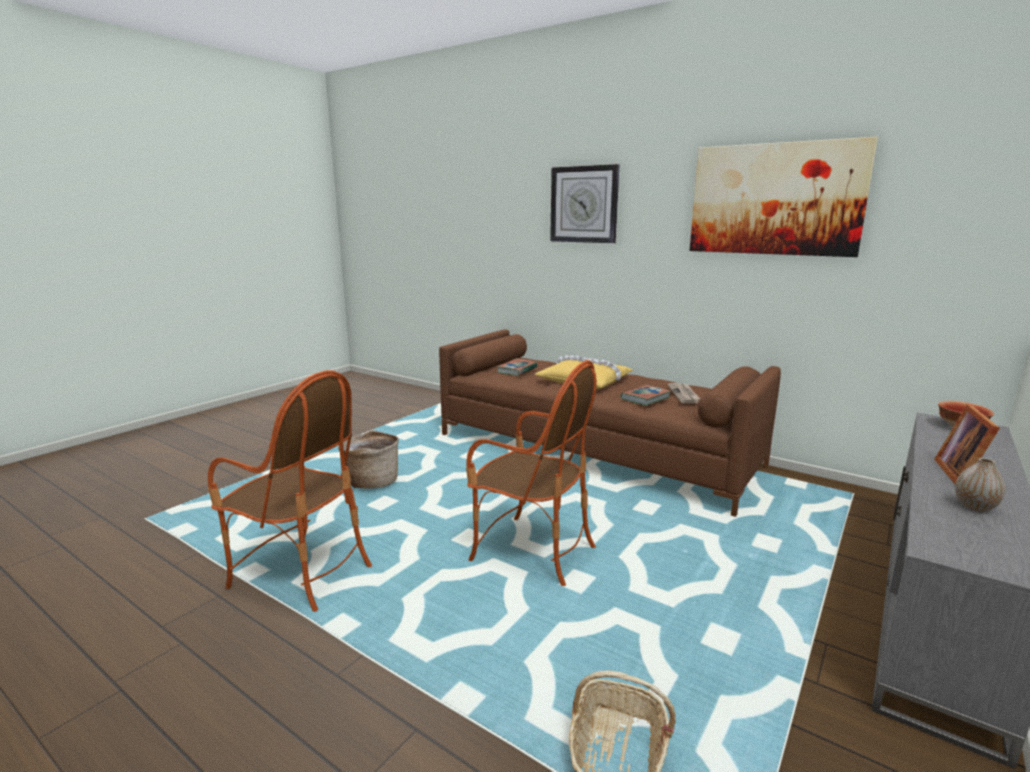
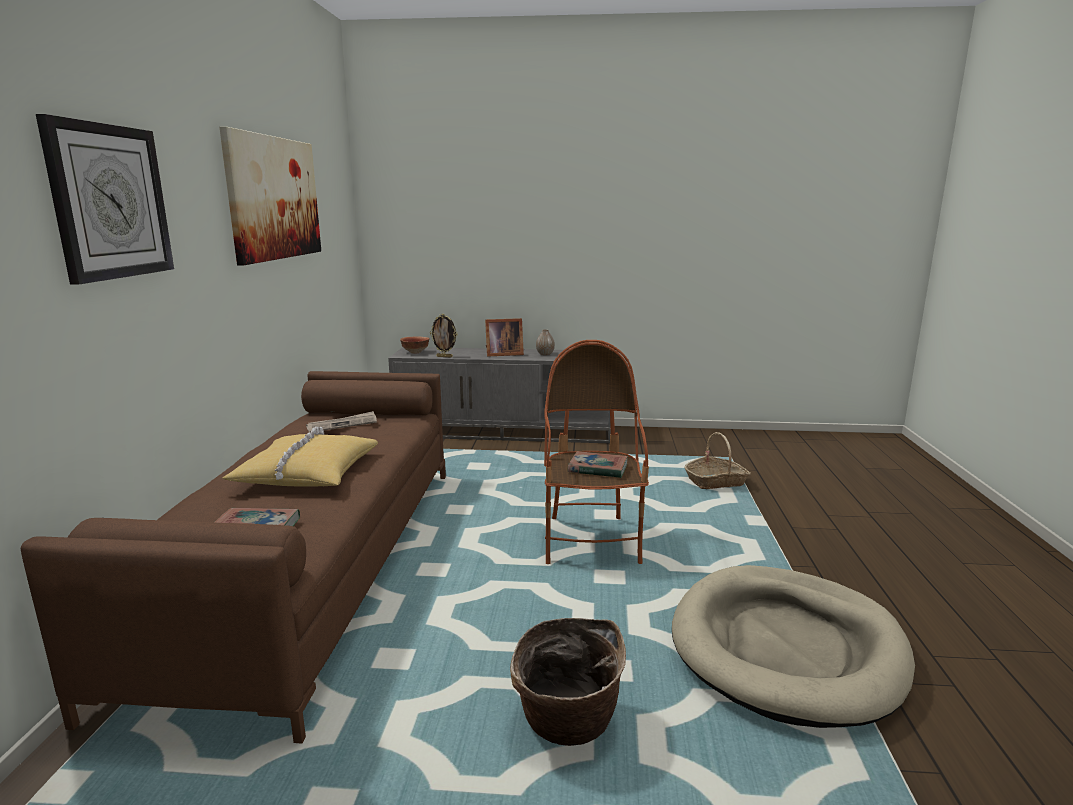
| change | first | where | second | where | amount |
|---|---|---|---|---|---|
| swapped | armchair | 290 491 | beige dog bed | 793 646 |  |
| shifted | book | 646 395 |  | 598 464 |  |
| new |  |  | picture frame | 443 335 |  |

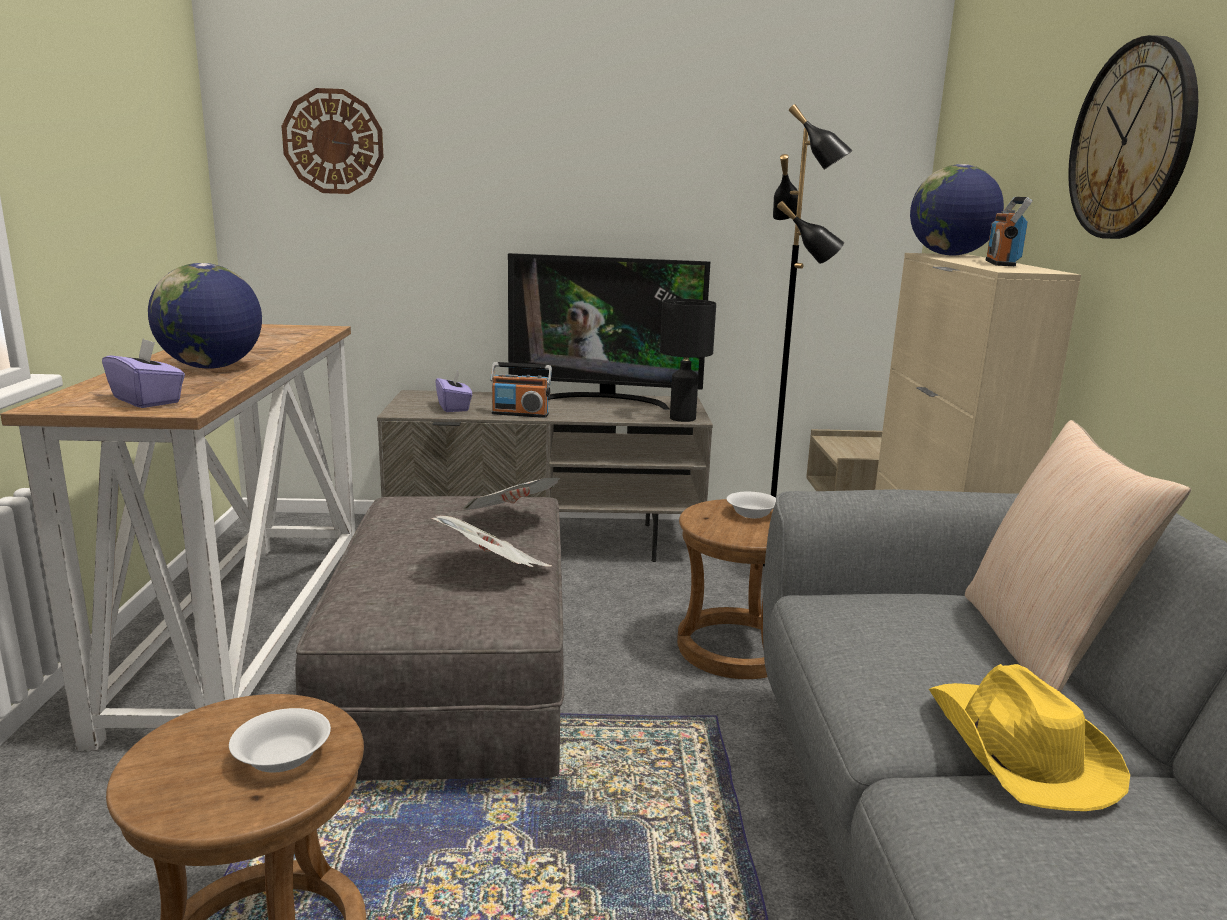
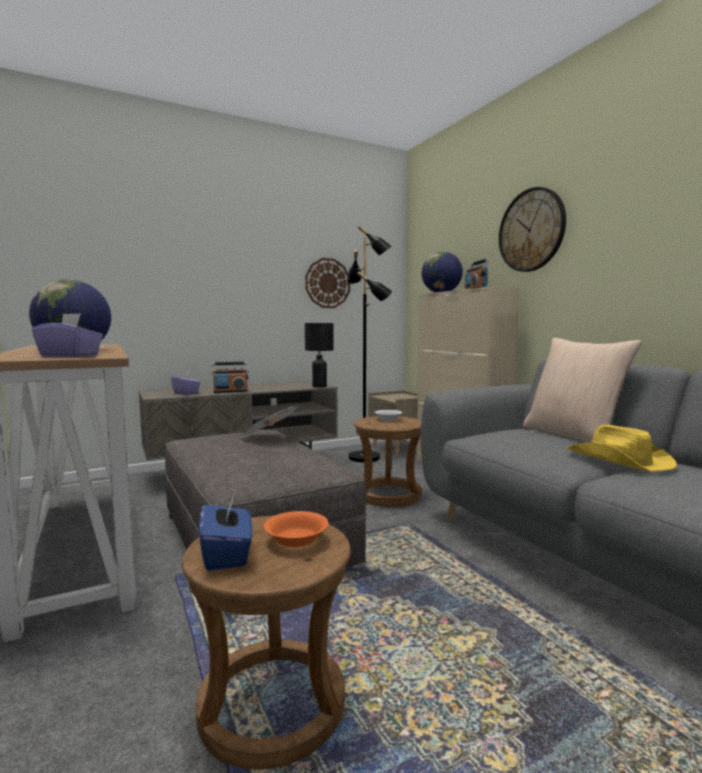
| change | first | where | second | where | amount |
|---|---|---|---|---|---|
| repainted | white bowl | 280 740 | orange bowl | 296 529 |  |
| shifted | wall clock | 333 141 |  | 327 283 |  |
| gone | newspaper | 492 541 |  |  |  |
| gone | television | 609 331 |  |  |  |
| new |  |  | blue tissue box | 226 532 |  |

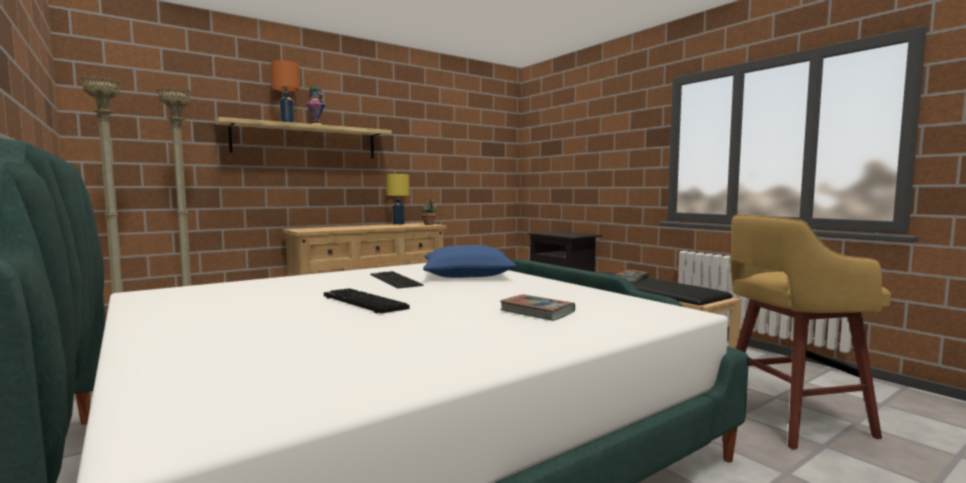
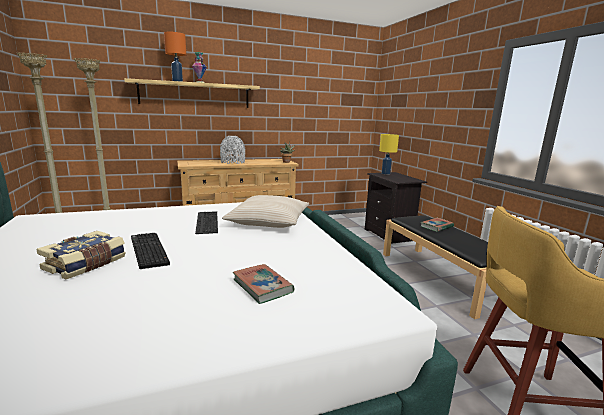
| change | first | where | second | where | amount |
|---|---|---|---|---|---|
| shifted | yellow table lamp | 397 199 |  | 389 154 |  |
| repainted | blue pillow | 469 261 | beige pillow | 265 211 |  |
| new |  |  | book | 81 255 |  |
| new |  |  | grey vase | 232 150 |  |

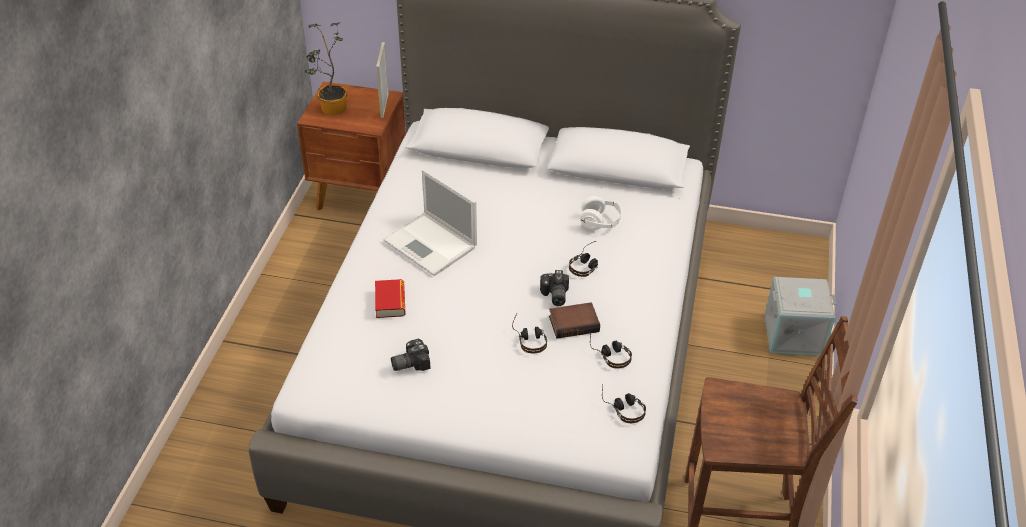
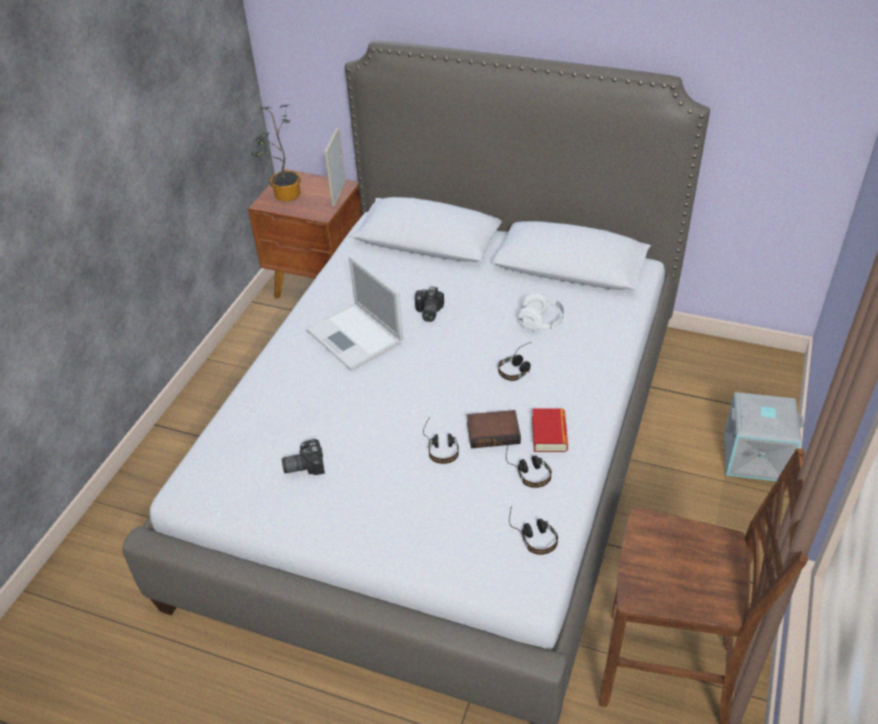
| change | first | where | second | where | amount |
|---|---|---|---|---|---|
| shifted | book | 390 298 |  | 550 430 |  |
| shifted | photo camera | 554 288 |  | 429 304 |  |

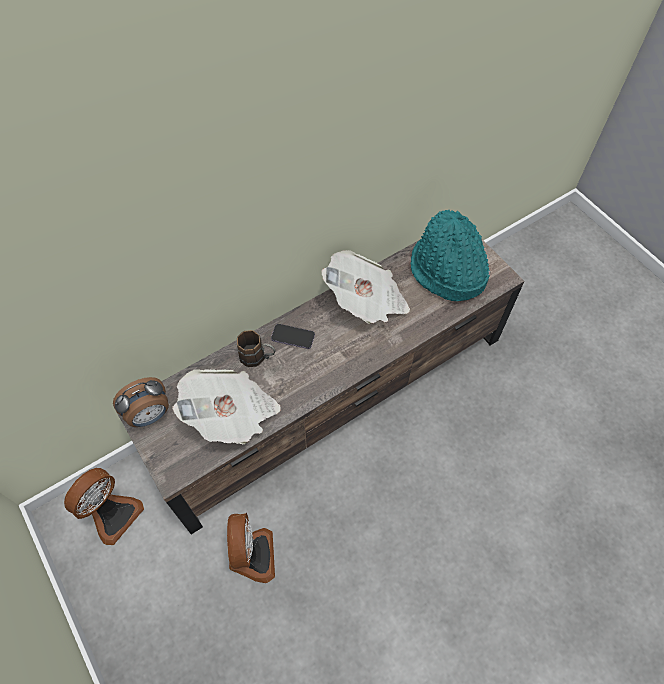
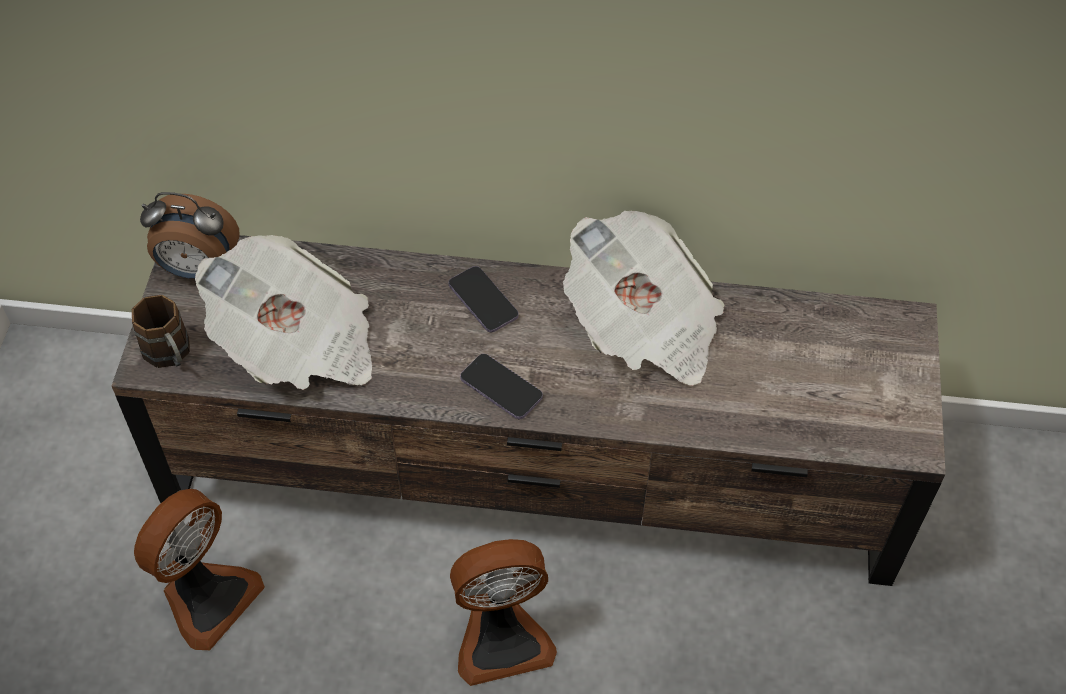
| change | first | where | second | where | amount |
|---|---|---|---|---|---|
| shifted | fan | 104 506 |  | 503 612 |  |
| shifted | brown mug | 256 348 |  | 161 331 |  |
| gone | turquoise hat | 450 255 |  |  |  |
| new |  |  | phone | 501 386 |  |

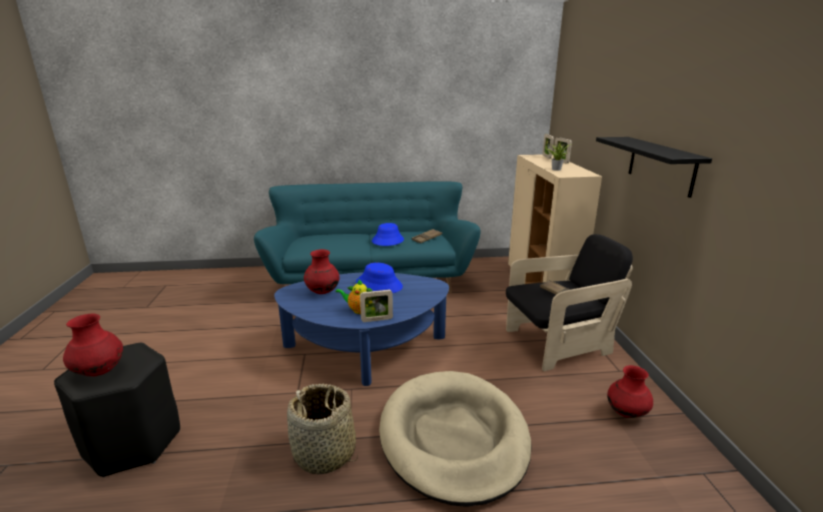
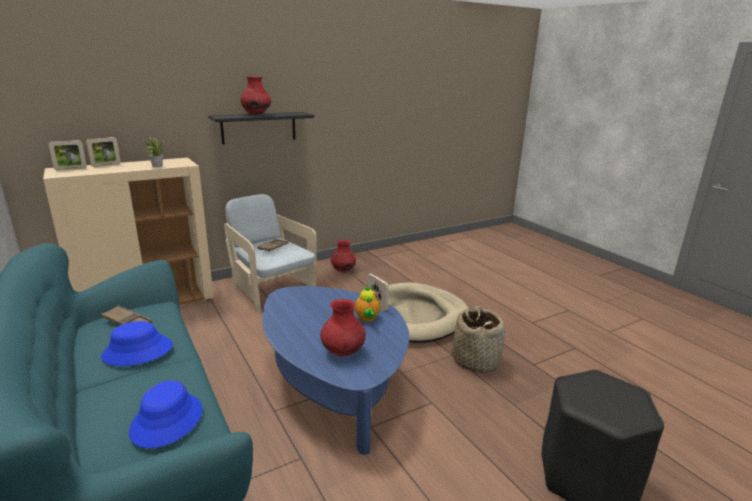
| change | first | where | second | where | amount |
|---|---|---|---|---|---|
| shifted | red vase | 93 345 |  | 255 95 |  |
| shifted | blue hat | 379 278 |  | 165 414 |  |
| repainted | black armchair | 569 302 | beige armchair | 270 254 |  |

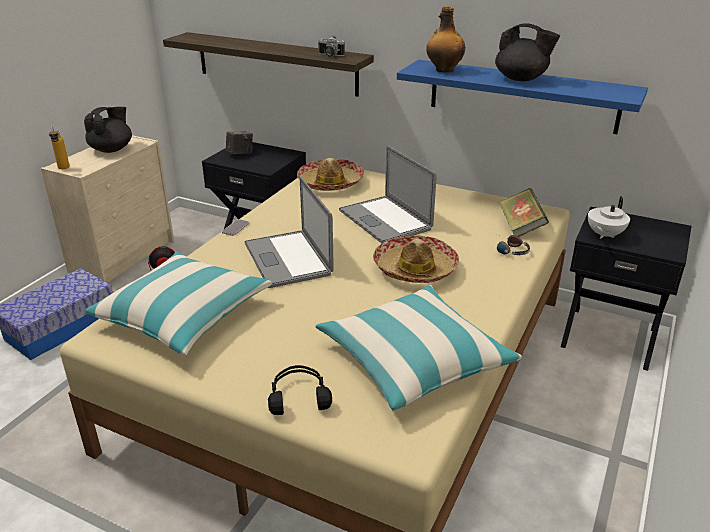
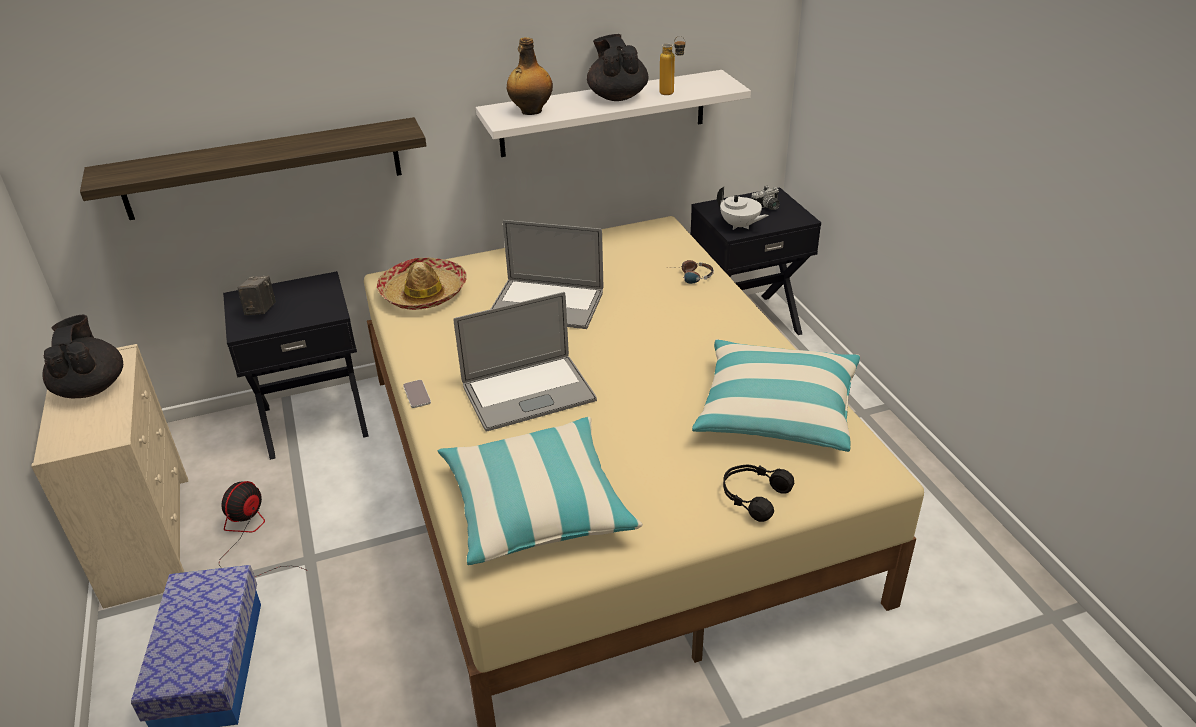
| change | first | where | second | where | amount |
|---|---|---|---|---|---|
| shifted | bottle | 59 148 |  | 672 65 |  |
| rotated | laptop | 289 232 |  | 525 362 | 45 degrees counterclockwise |
| shifted | photo camera | 331 46 |  | 765 197 |  |
| gone | hat | 416 259 |  |  |  |
| repainted | blue shelf | 522 97 | white shelf | 613 113 |  |
| rotated | black teapot | 527 52 |  | 618 67 | 90 degrees counterclockwise |
| gone | book | 524 212 |  |  |  |
| rotated | white teapot | 609 217 |  | 743 208 | 45 degrees counterclockwise |

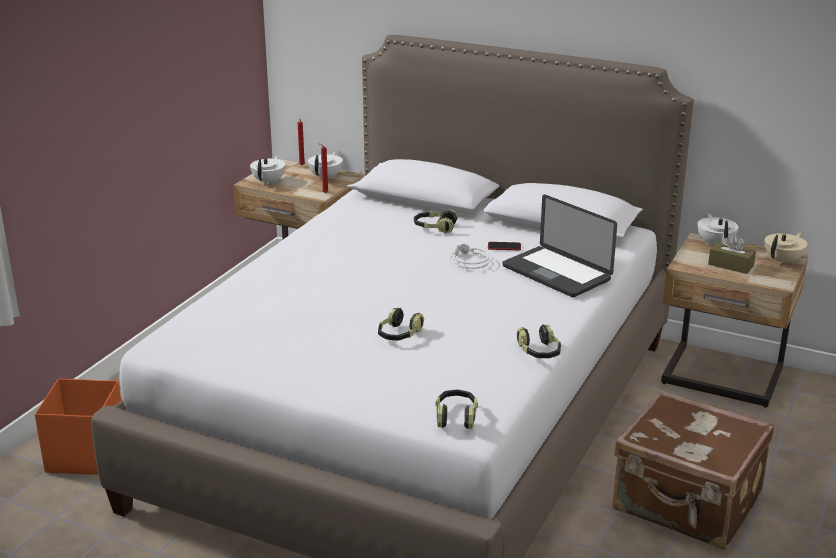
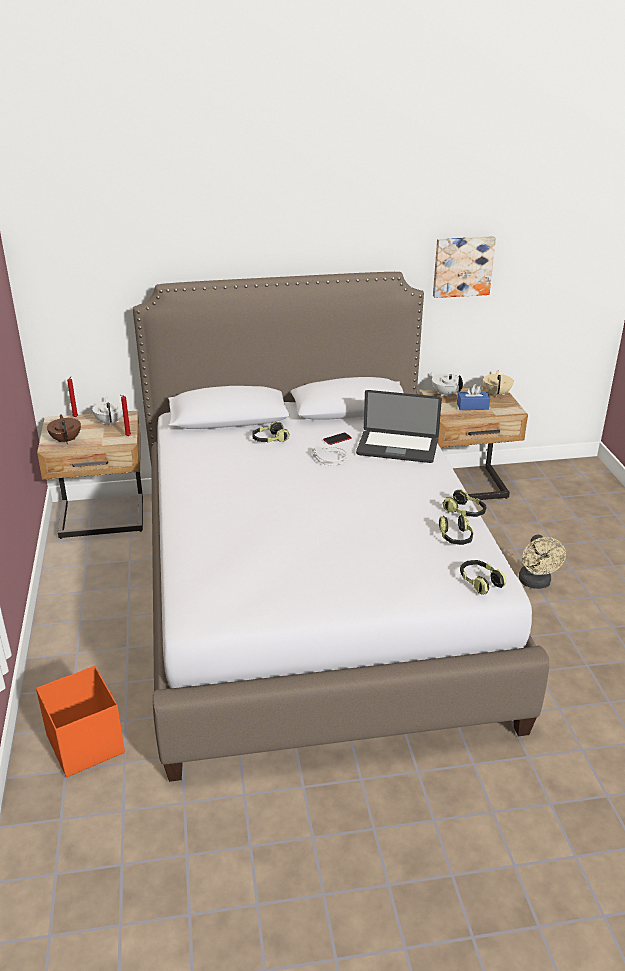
| change | first | where | second | where | amount |
|---|---|---|---|---|---|
| repainted | white teapot | 268 170 | brown teapot | 64 429 |  |
| shifted | headphones | 401 324 |  | 456 530 |  |
| swapped | brown suitcase | 693 470 | beige fan | 542 562 |  |
| repainted | brown tissue box | 732 254 | blue tissue box | 473 397 |  |
| new |  |  | picture | 464 267 |  |

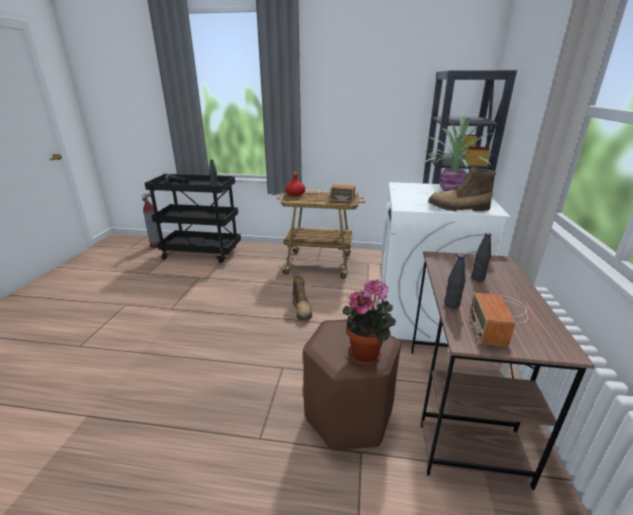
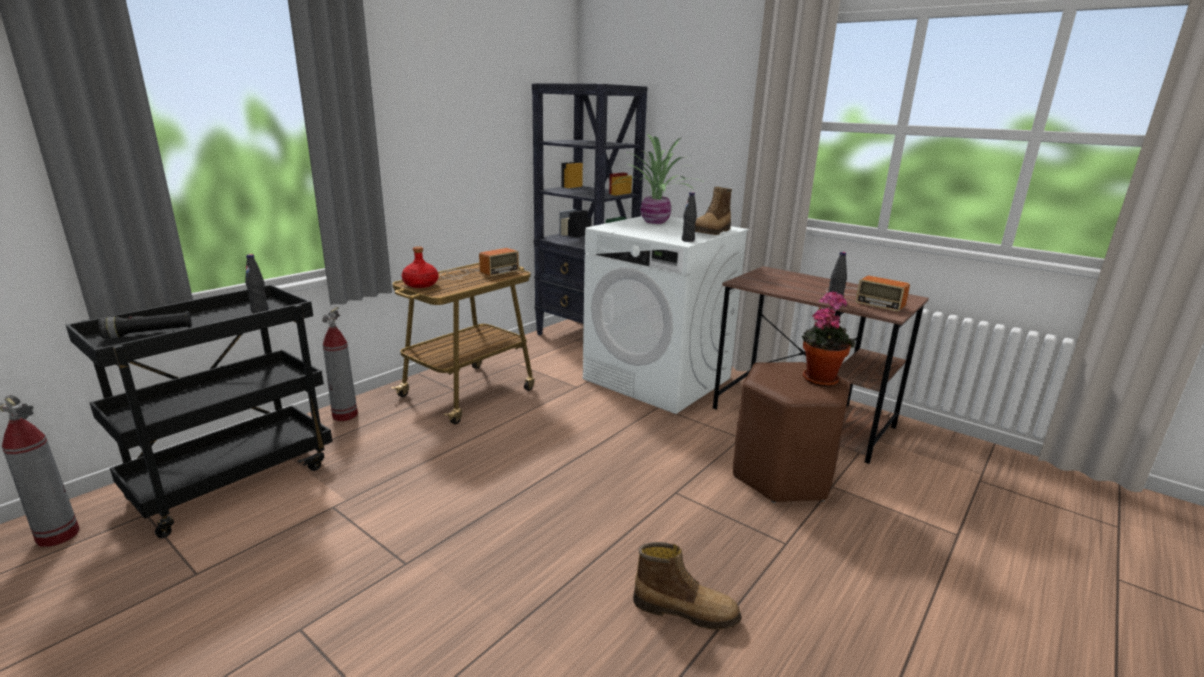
| change | first | where | second | where | amount |
|---|---|---|---|---|---|
| shifted | boot | 302 298 |  | 687 586 |  |
| shifted | black bottle | 481 257 |  | 689 217 |  |
| new |  |  | fire extinguisher | 340 364 |  |

